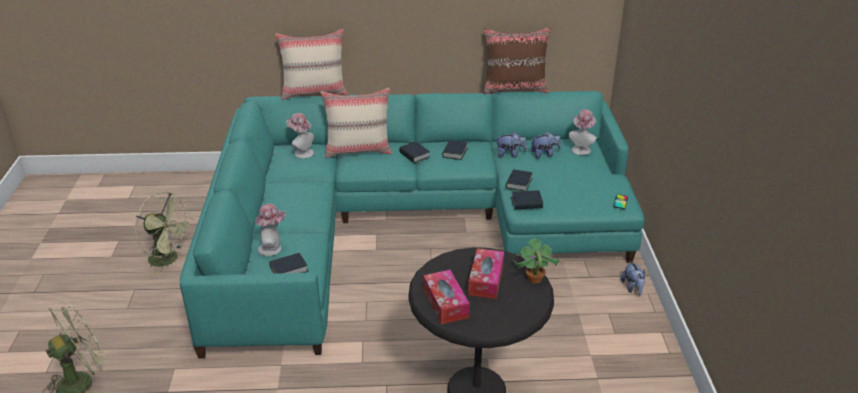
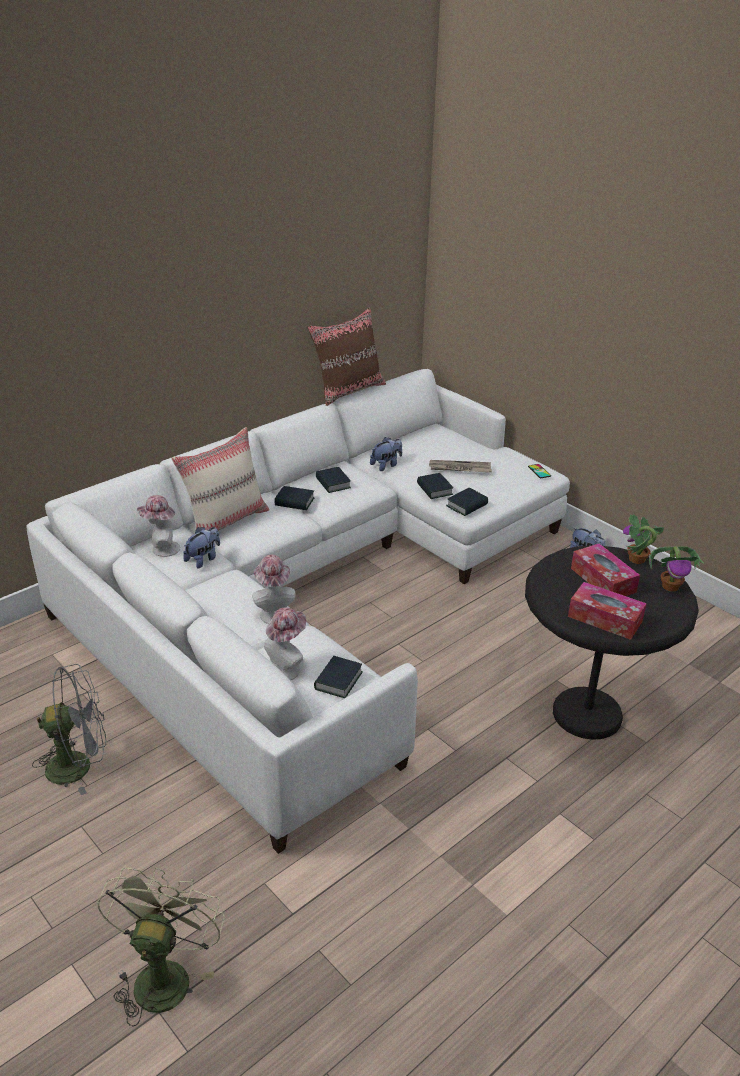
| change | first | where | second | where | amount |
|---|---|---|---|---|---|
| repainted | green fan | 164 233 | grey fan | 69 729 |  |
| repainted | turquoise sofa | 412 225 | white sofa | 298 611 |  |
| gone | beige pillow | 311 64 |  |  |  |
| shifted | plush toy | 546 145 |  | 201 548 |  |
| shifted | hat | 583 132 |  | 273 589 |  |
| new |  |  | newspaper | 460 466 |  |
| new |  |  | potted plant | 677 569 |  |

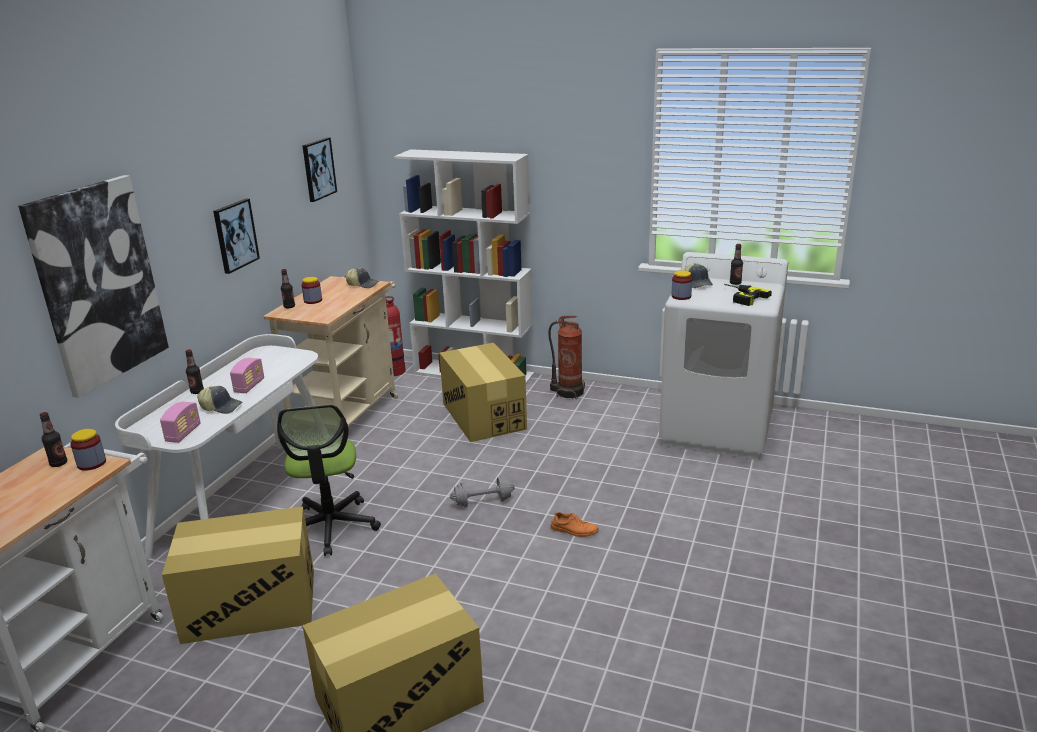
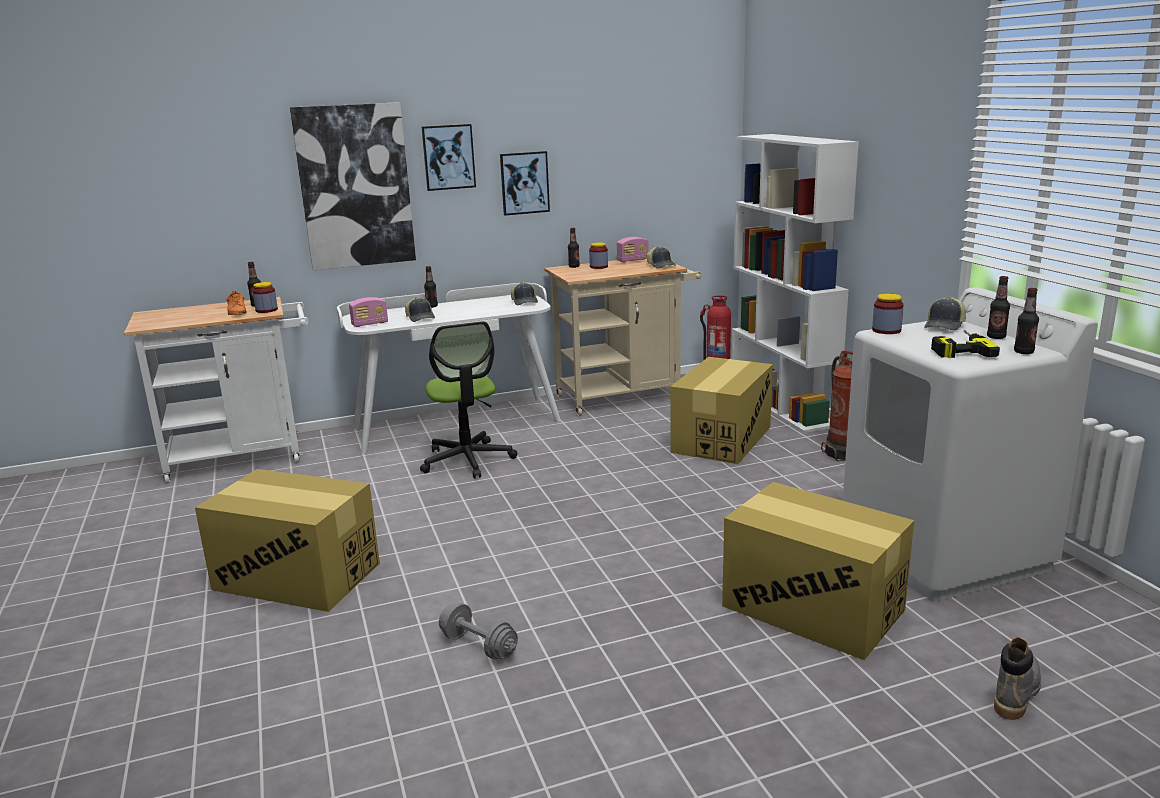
| change | first | where | second | where | amount |
|---|---|---|---|---|---|
| shifted | cardboard box | 238 575 |  | 818 571 |  |
| shifted | radio | 247 375 |  | 633 249 |  |
| rotated | office chair | 329 480 |  | 468 399 | 60 degrees counterclockwise |
| shifted | picture | 319 169 |  | 449 157 |  |
| shifted | grey dumbbell | 482 492 |  | 478 631 |  |
| shifted | orange shoe | 575 524 |  | 236 303 |  |
| new |  |  | cap | 524 293 |  |
| new |  |  | grey boot | 1017 678 |  |
| new |  |  | bottle | 1026 321 |  |

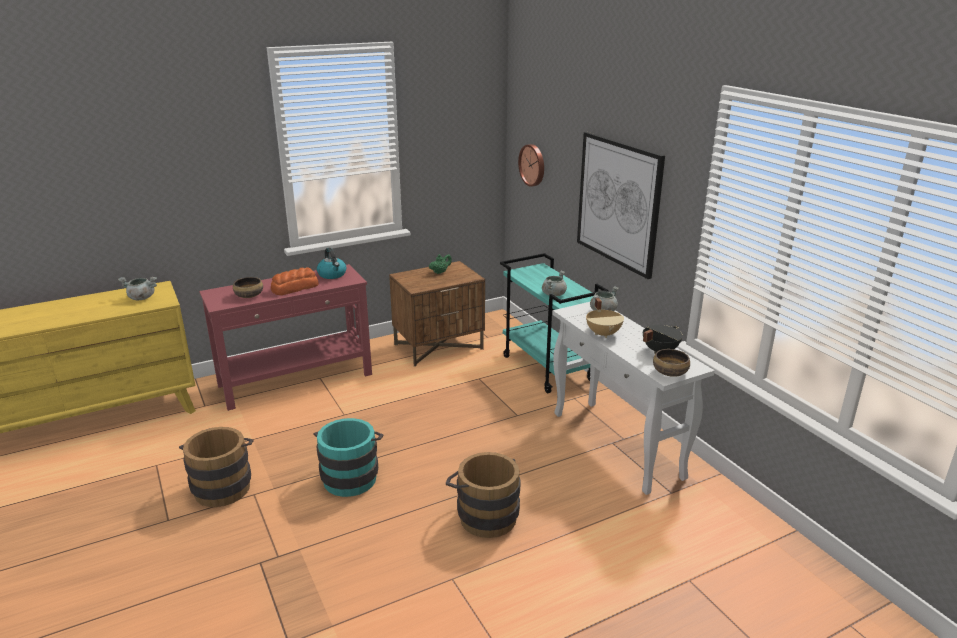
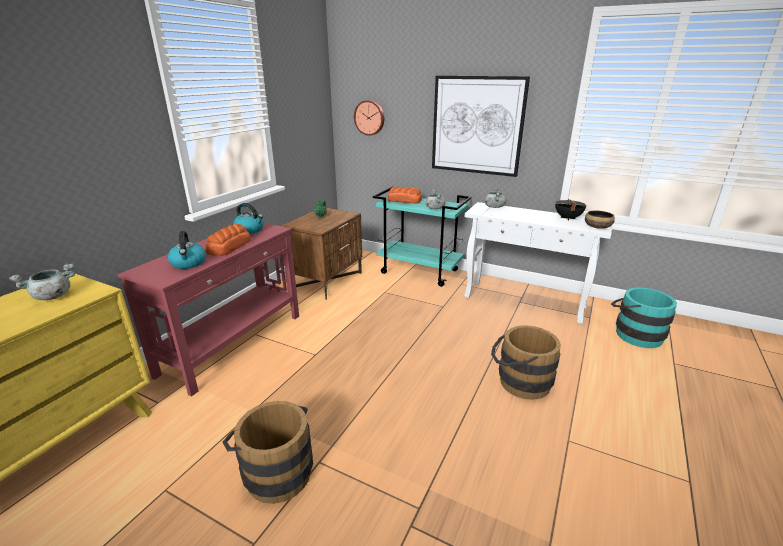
| change | first | where | second | where | amount |
|---|---|---|---|---|---|
| swapped | bowl | 248 287 | kettle | 187 250 |  |
| shifted | turquoise bucket | 348 457 |  | 644 317 |  |
| gone | beige cooking pot | 605 318 |  |  |  |
| new |  |  | bread | 405 195 |  |

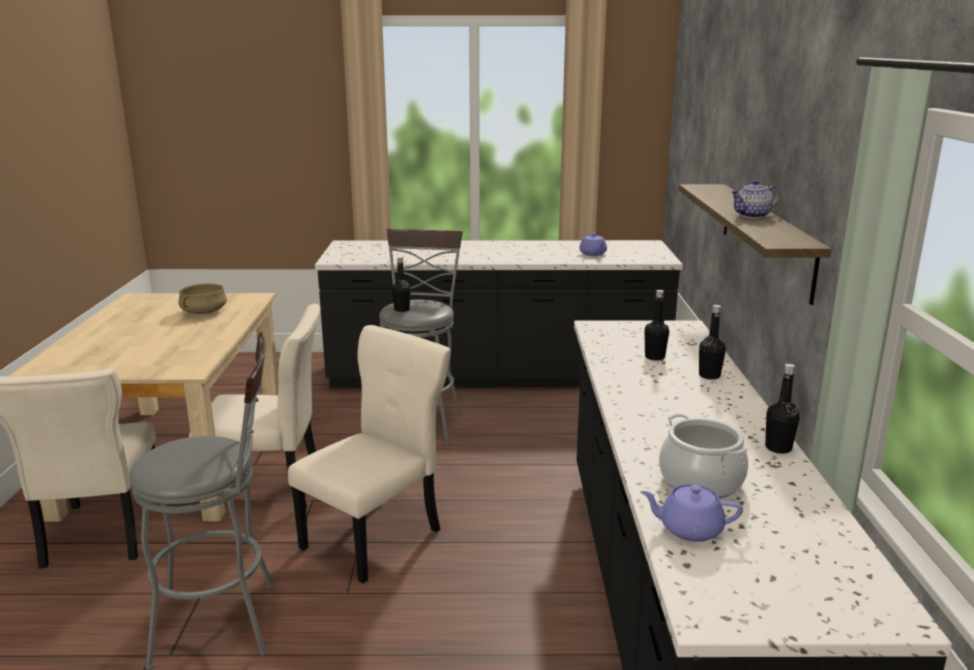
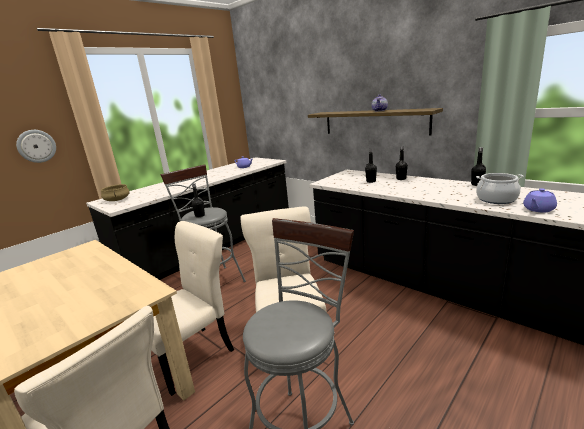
| change | first | where | second | where | amount |
|---|---|---|---|---|---|
| shifted | beige cooking pot | 203 299 |  | 115 192 |  |
| new |  |  | wall clock | 36 146 |  |

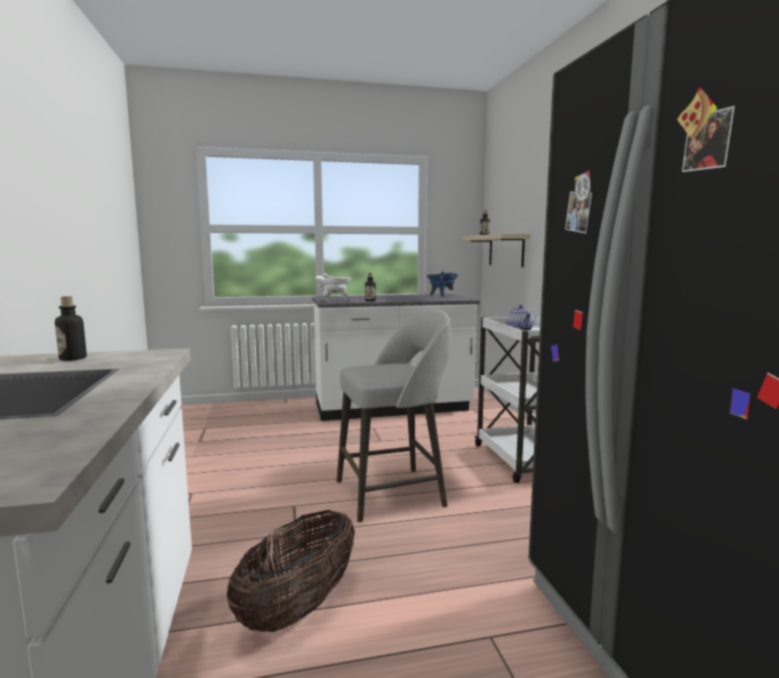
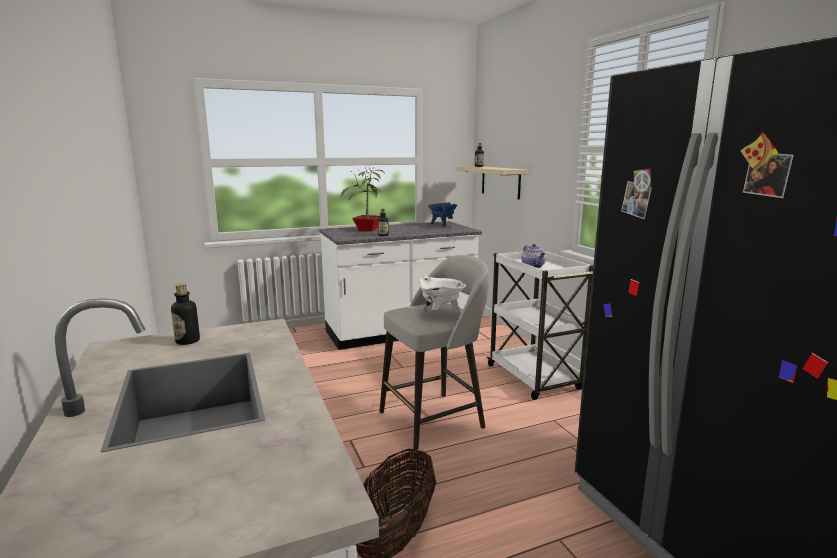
| change | first | where | second | where | amount |
|---|---|---|---|---|---|
| shifted | white cooking pot | 334 287 |  | 442 293 |  |
| new |  |  | potted plant | 363 199 |  |

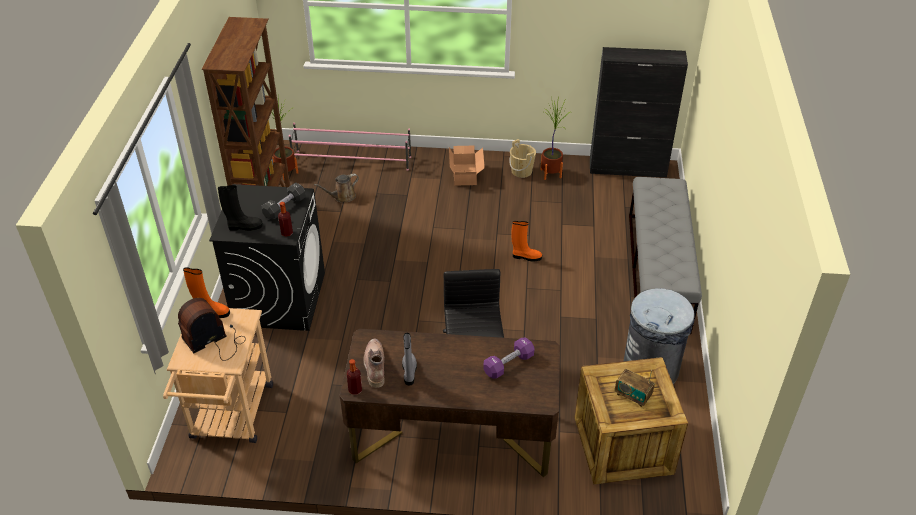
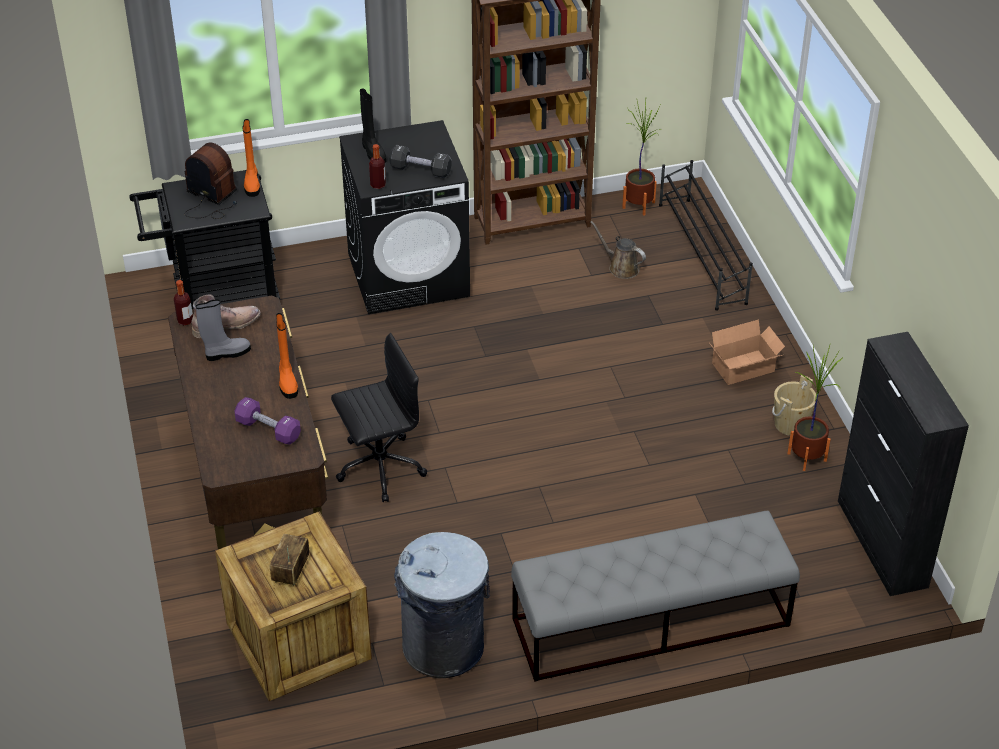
| change | first | where | second | where | amount |
|---|---|---|---|---|---|
| repainted | beige cart | 218 375 | black cart | 204 239 |  |
| repainted | pink shoe rack | 350 147 | black shoe rack | 706 235 |  |
| shifted | orange boot | 526 241 |  | 287 356 |  |

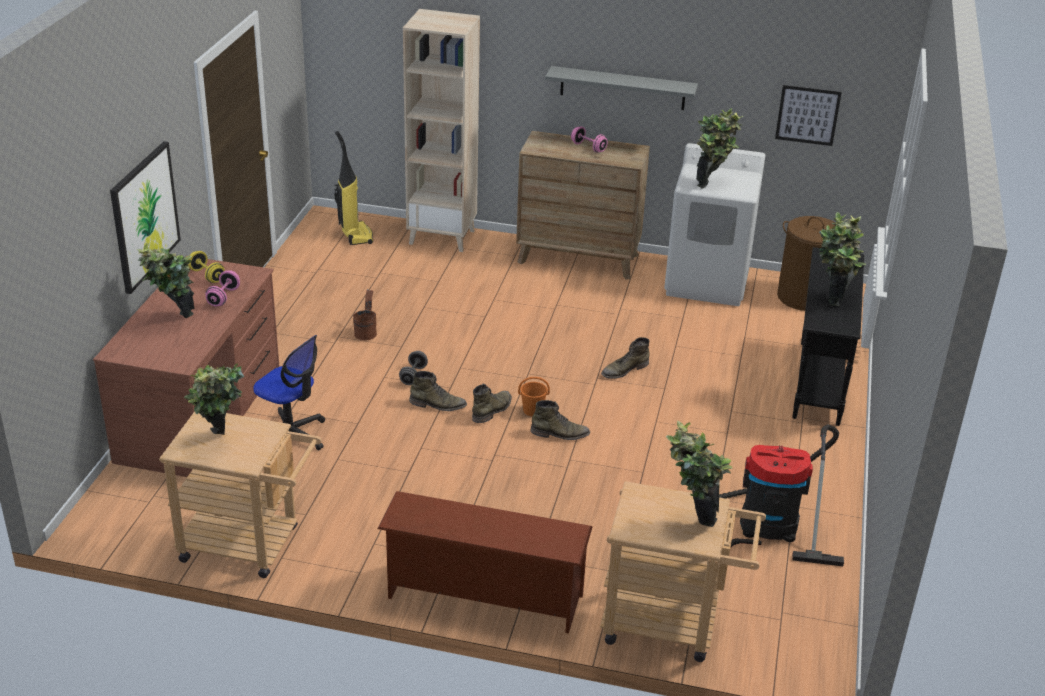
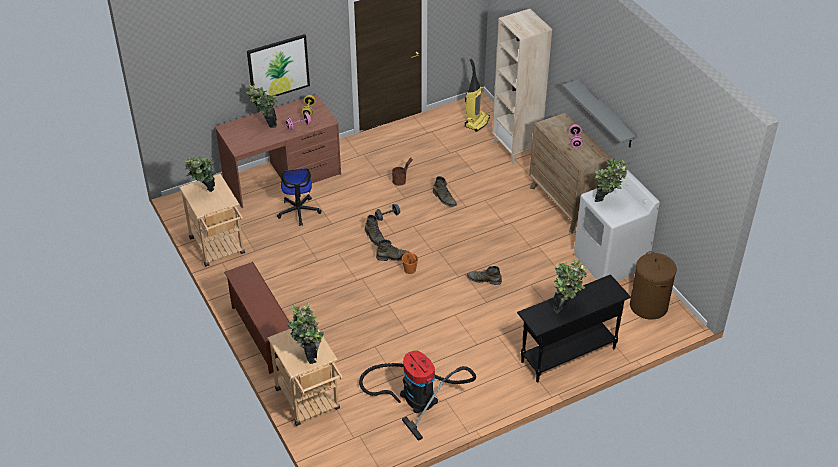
| change | first | where | second | where | amount |
|---|---|---|---|---|---|
| shifted | green boot | 560 420 |  | 445 191 |  |
| gone | picture | 808 115 |  |  |  |

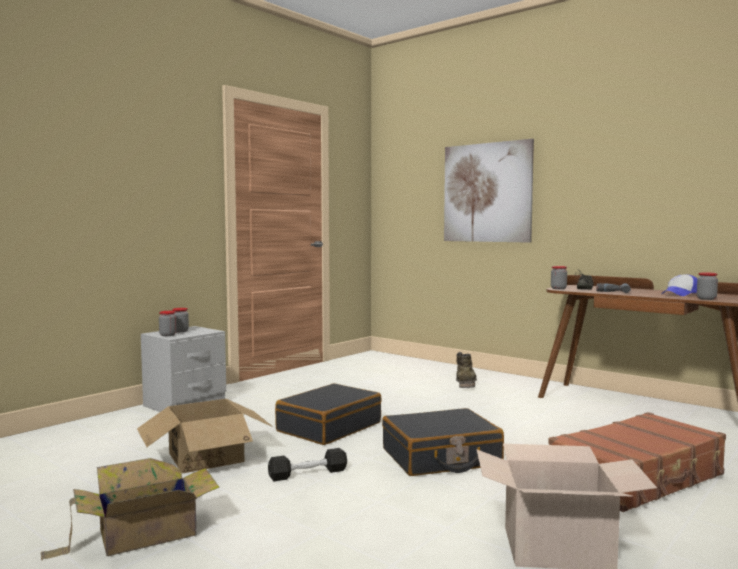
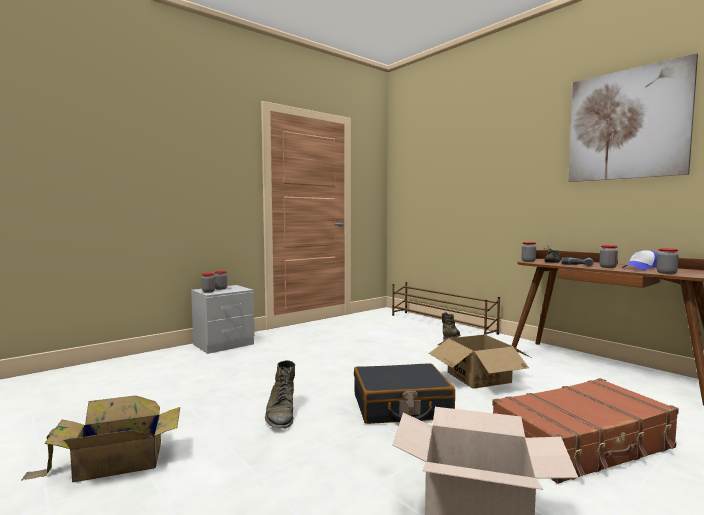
| change | first | where | second | where | amount |
|---|---|---|---|---|---|
| shifted | cardboard box | 205 436 |  | 479 361 |  |
| swapped | black dumbbell | 307 464 | green boot | 280 394 |  |
| gone | black suitcase | 328 414 |  |  |  |
| shifted | picture | 489 191 |  | 633 117 |  |
| new |  |  | brown shoe rack | 446 308 |  |
| new |  |  | jar | 608 256 |  |

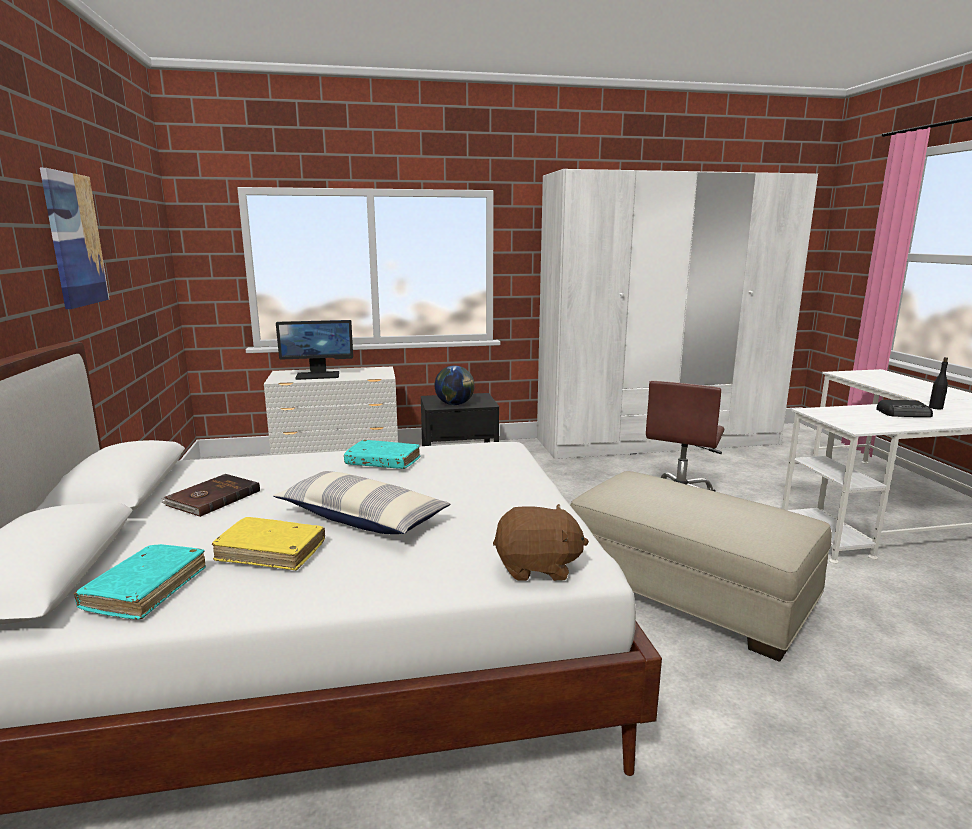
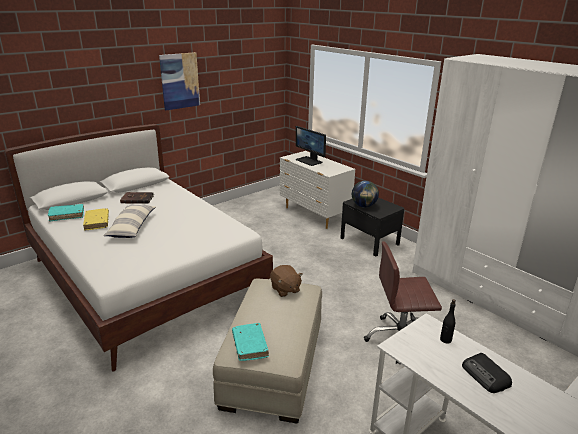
| change | first | where | second | where | amount |
|---|---|---|---|---|---|
| shifted | turquoise book | 382 454 |  | 250 342 |  |
| shifted | brown plush toy | 541 542 |  | 286 281 |  |
| shifted | black bottle | 938 383 |  | 448 321 |  |

